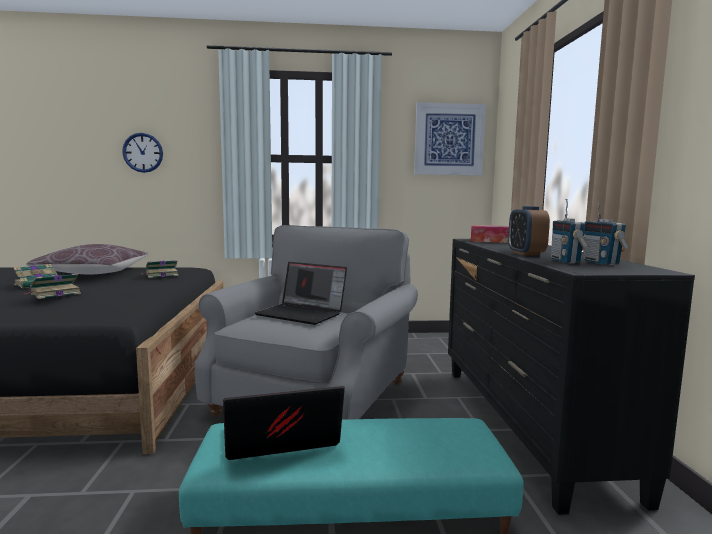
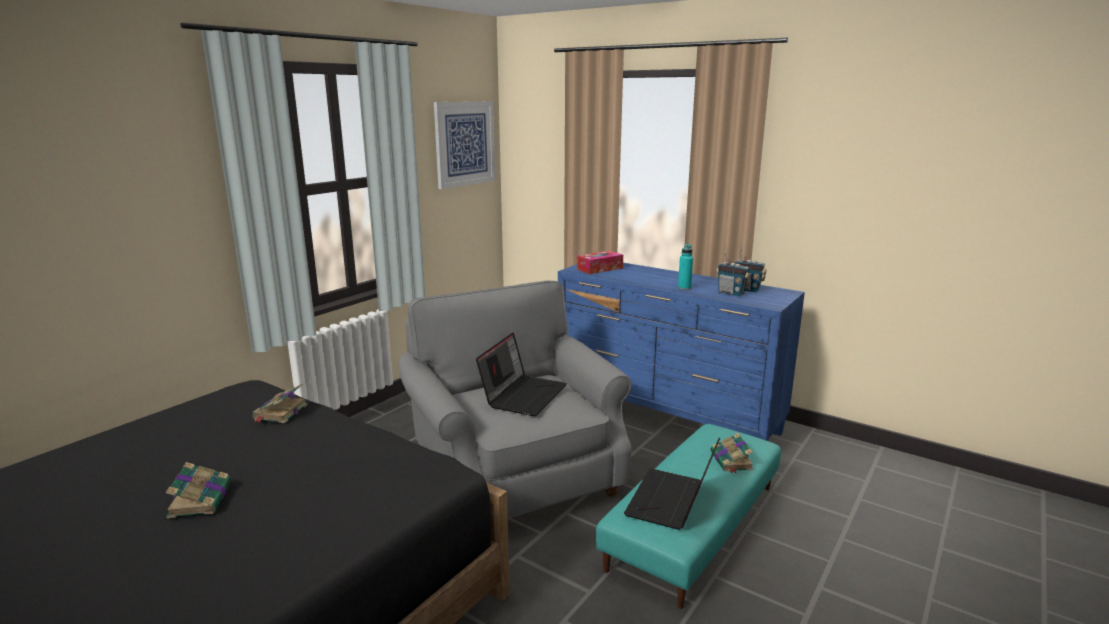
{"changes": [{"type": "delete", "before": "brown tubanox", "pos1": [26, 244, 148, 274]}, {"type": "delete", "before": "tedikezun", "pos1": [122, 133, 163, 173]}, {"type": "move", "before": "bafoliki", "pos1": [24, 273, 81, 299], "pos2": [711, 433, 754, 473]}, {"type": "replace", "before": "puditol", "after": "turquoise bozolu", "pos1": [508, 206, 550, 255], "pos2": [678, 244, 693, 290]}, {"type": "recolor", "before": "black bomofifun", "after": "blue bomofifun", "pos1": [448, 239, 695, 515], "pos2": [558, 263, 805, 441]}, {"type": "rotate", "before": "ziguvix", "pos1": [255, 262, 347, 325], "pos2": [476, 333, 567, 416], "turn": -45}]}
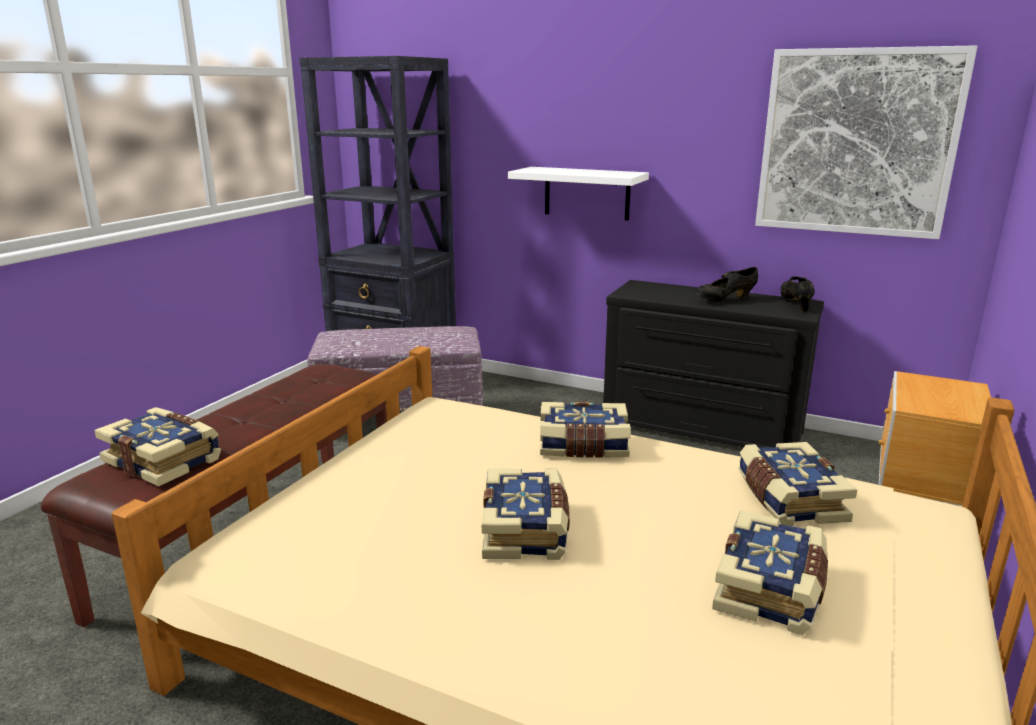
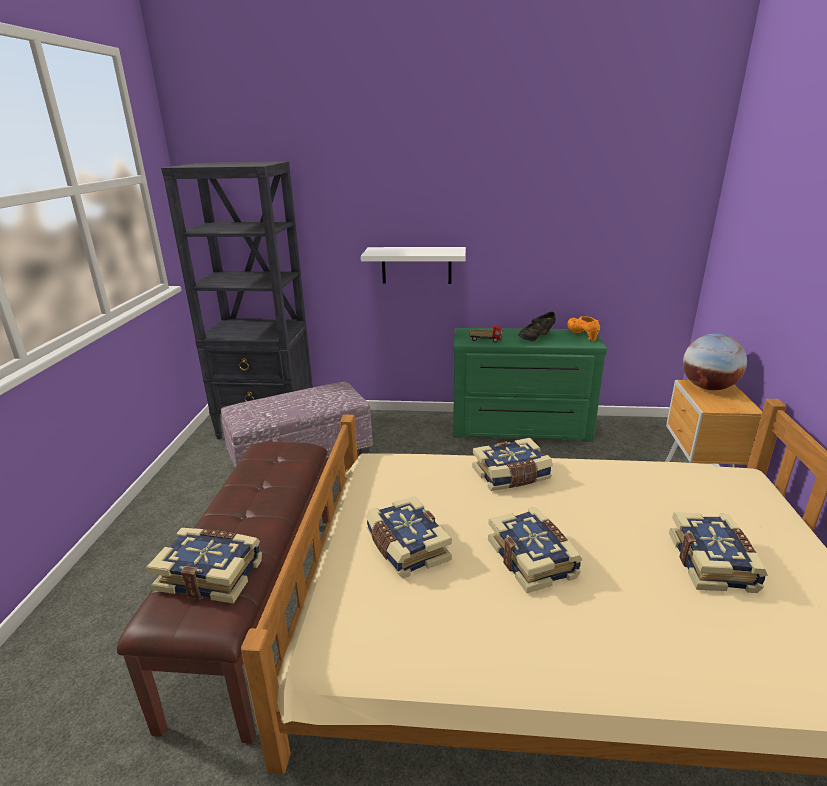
{"changes": [{"type": "delete", "before": "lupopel", "pos1": [755, 45, 978, 239]}, {"type": "insert", "after": "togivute", "pos2": [469, 325, 503, 343]}, {"type": "insert", "after": "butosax", "pos2": [683, 333, 747, 390]}, {"type": "move", "before": "bafoliki", "pos1": [738, 442, 857, 526], "pos2": [366, 496, 452, 579]}, {"type": "recolor", "before": "black bomofifun", "after": "green bomofifun", "pos1": [603, 280, 824, 447], "pos2": [453, 328, 607, 442]}, {"type": "recolor", "before": "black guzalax", "after": "orange guzalax", "pos1": [781, 276, 815, 312], "pos2": [567, 316, 600, 341]}]}
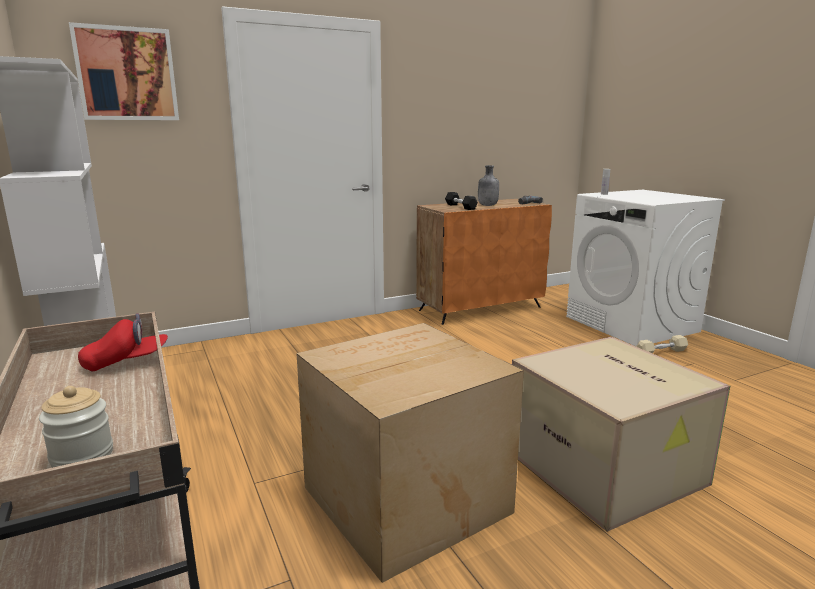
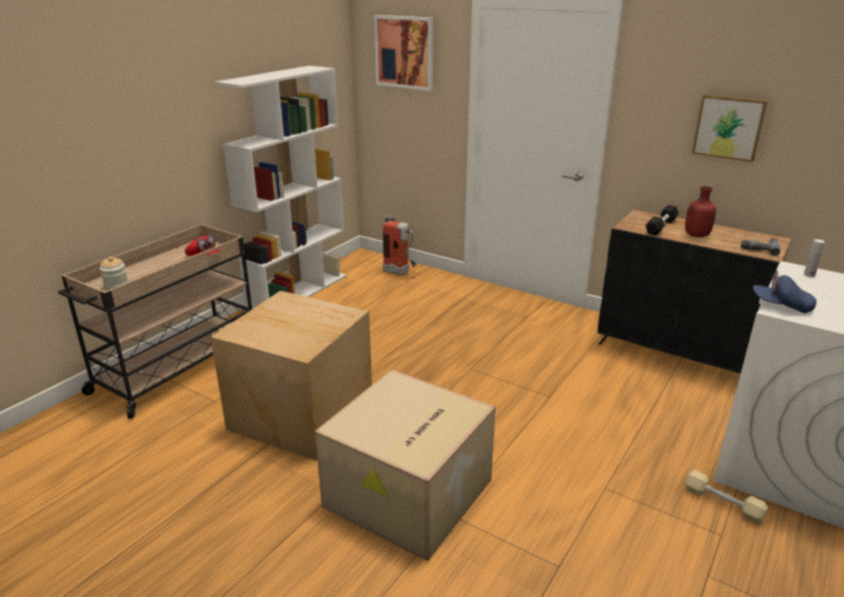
{"changes": [{"type": "insert", "after": "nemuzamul", "pos2": [383, 216, 417, 275]}, {"type": "insert", "after": "lupopel", "pos2": [692, 95, 768, 162]}, {"type": "insert", "after": "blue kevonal", "pos2": [753, 270, 817, 313]}, {"type": "recolor", "before": "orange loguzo", "after": "black loguzo", "pos1": [416, 199, 552, 325], "pos2": [597, 210, 791, 374]}, {"type": "recolor", "before": "grey bozolu", "after": "red bozolu", "pos1": [478, 165, 499, 206], "pos2": [685, 186, 716, 237]}]}
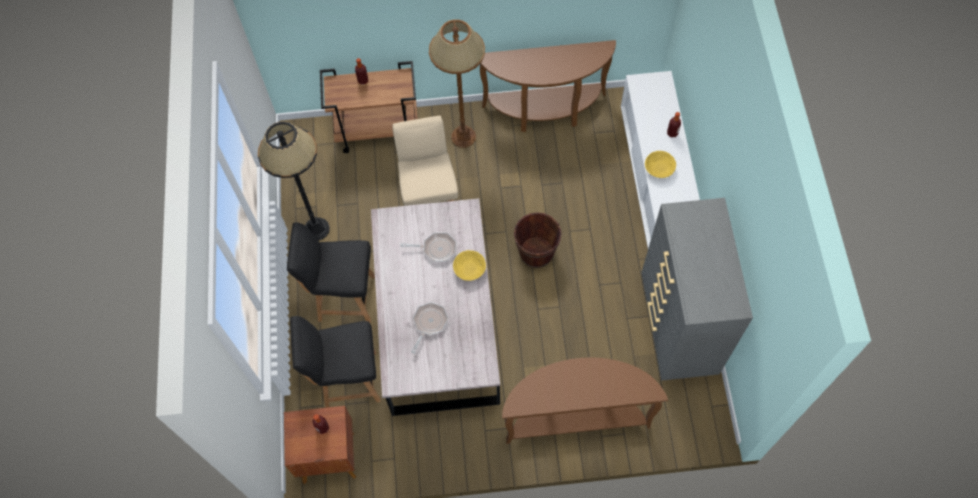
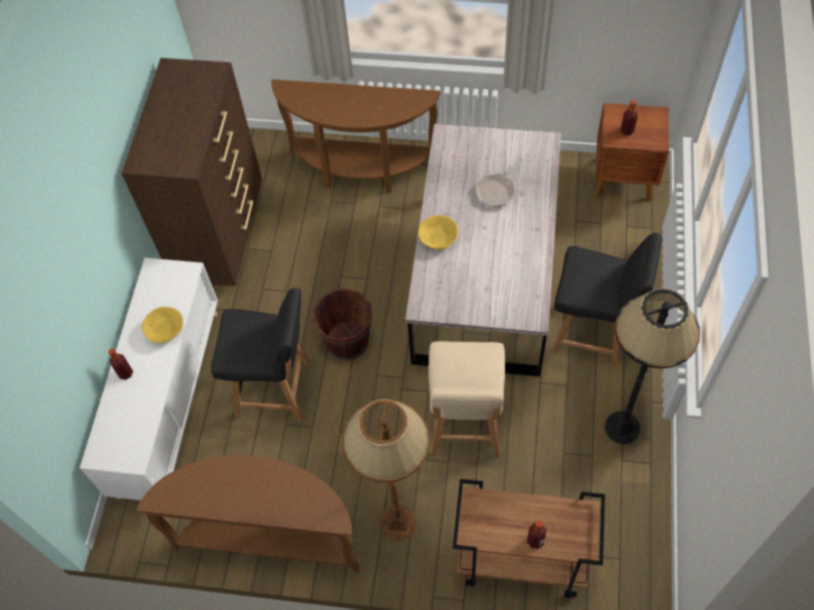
{"changes": [{"type": "delete", "before": "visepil", "pos1": [400, 232, 456, 262]}, {"type": "move", "before": "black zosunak", "pos1": [290, 316, 381, 408], "pos2": [211, 288, 311, 421]}, {"type": "recolor", "before": "grey bomofifun", "after": "brown bomofifun", "pos1": [641, 198, 753, 380], "pos2": [121, 58, 262, 286]}]}
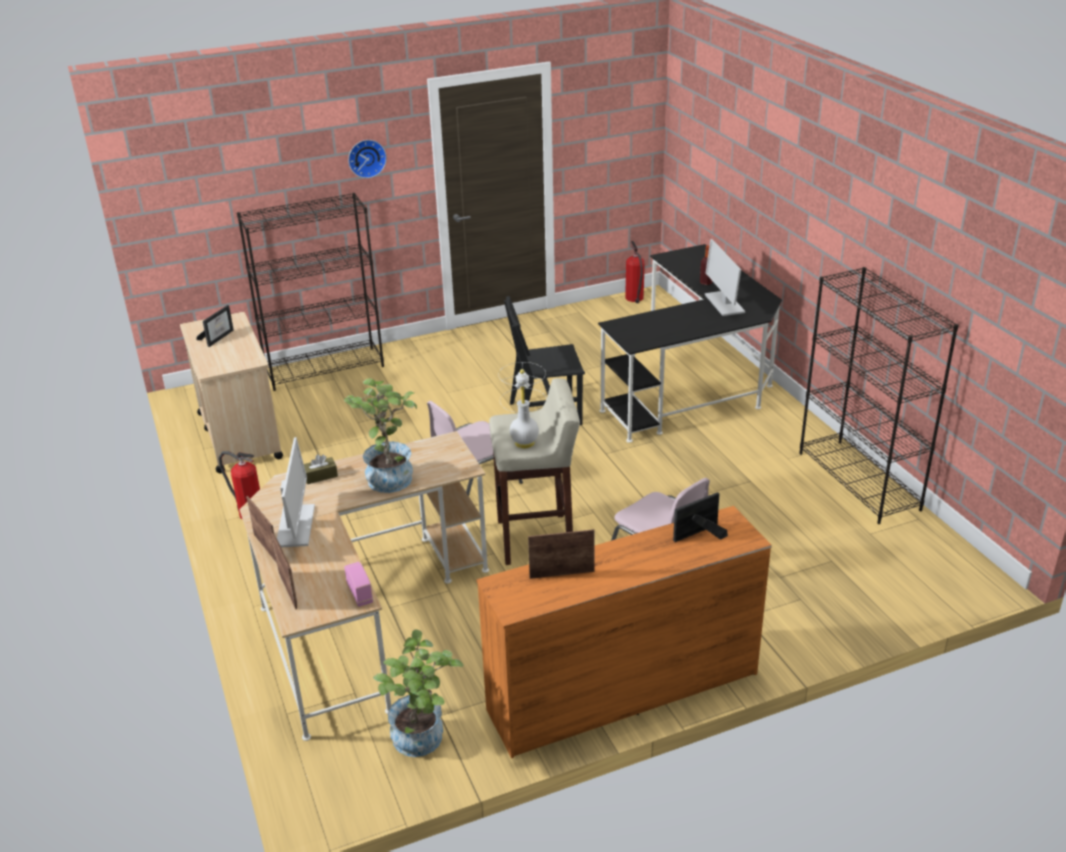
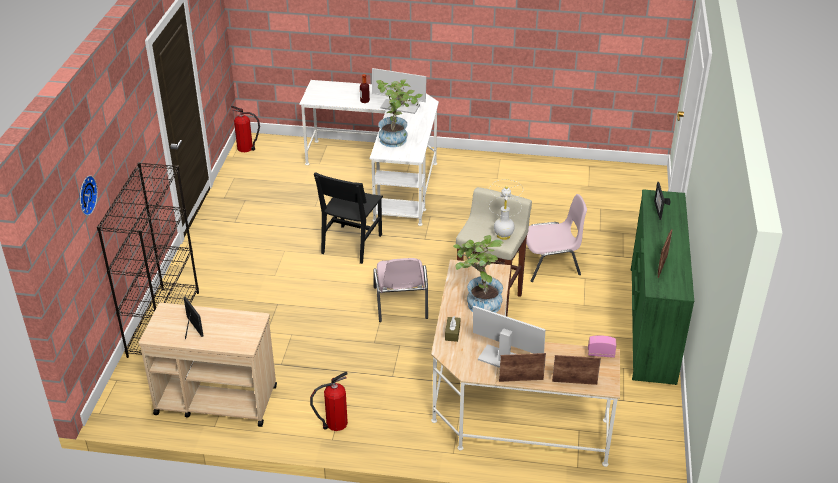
{"changes": [{"type": "delete", "before": "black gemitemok", "pos1": [799, 267, 959, 524]}, {"type": "move", "before": "tedikezun", "pos1": [348, 140, 387, 178], "pos2": [80, 176, 98, 216]}, {"type": "move", "before": "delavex", "pos1": [373, 629, 463, 757], "pos2": [376, 79, 423, 147]}, {"type": "recolor", "before": "orange bomofifun", "after": "green bomofifun", "pos1": [476, 506, 772, 758], "pos2": [631, 189, 694, 385]}, {"type": "recolor", "before": "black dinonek", "after": "white dinonek", "pos1": [598, 244, 782, 443], "pos2": [300, 80, 439, 226]}]}
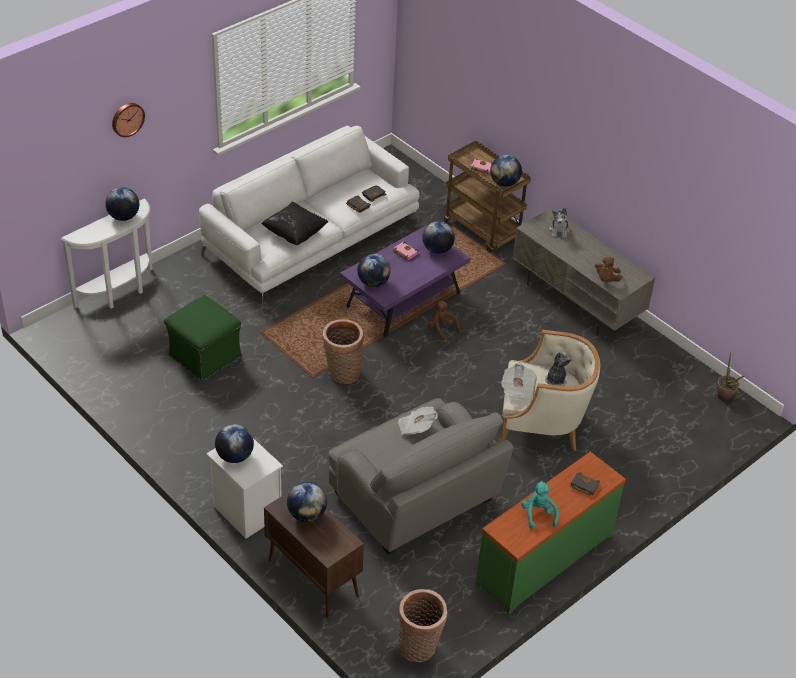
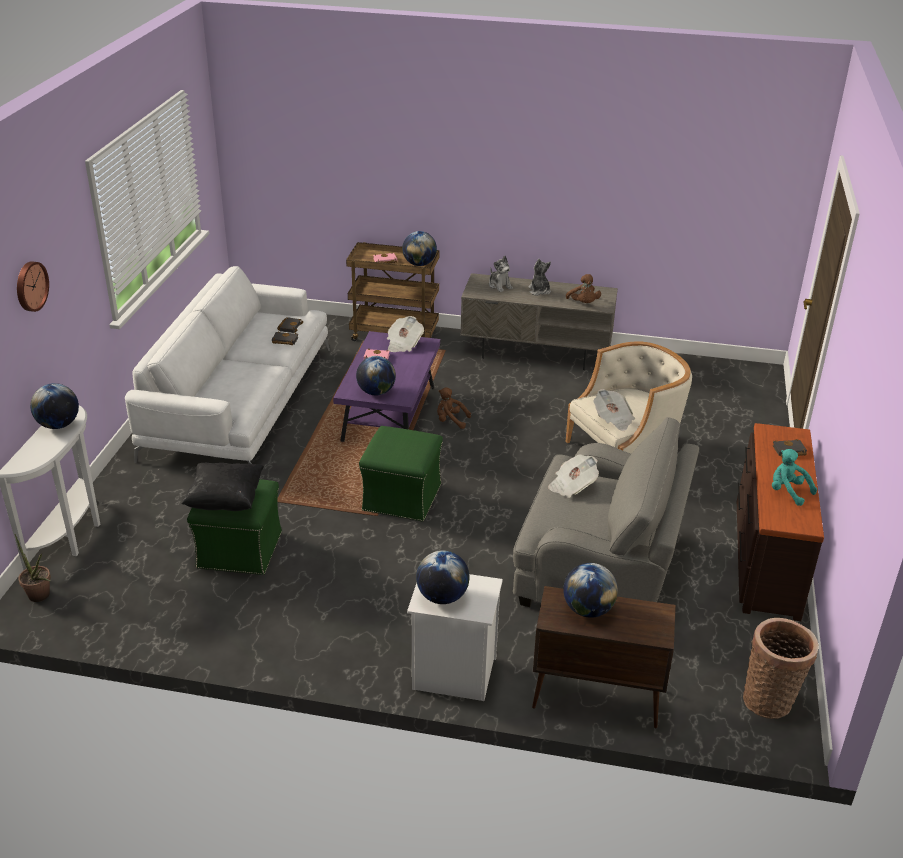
{"changes": [{"type": "move", "before": "black tubanox", "pos1": [261, 202, 328, 246], "pos2": [182, 463, 264, 511]}, {"type": "move", "before": "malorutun", "pos1": [545, 352, 572, 386], "pos2": [529, 259, 551, 296]}, {"type": "move", "before": "delavex", "pos1": [717, 353, 744, 402], "pos2": [15, 534, 51, 602]}, {"type": "replace", "before": "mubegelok", "after": "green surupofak", "pos1": [322, 319, 364, 384], "pos2": [359, 426, 443, 522]}, {"type": "replace", "before": "butosax", "after": "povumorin", "pos1": [423, 221, 455, 254], "pos2": [387, 316, 424, 352]}, {"type": "recolor", "before": "green bomofifun", "after": "brown bomofifun", "pos1": [475, 451, 626, 614], "pos2": [737, 423, 824, 621]}]}
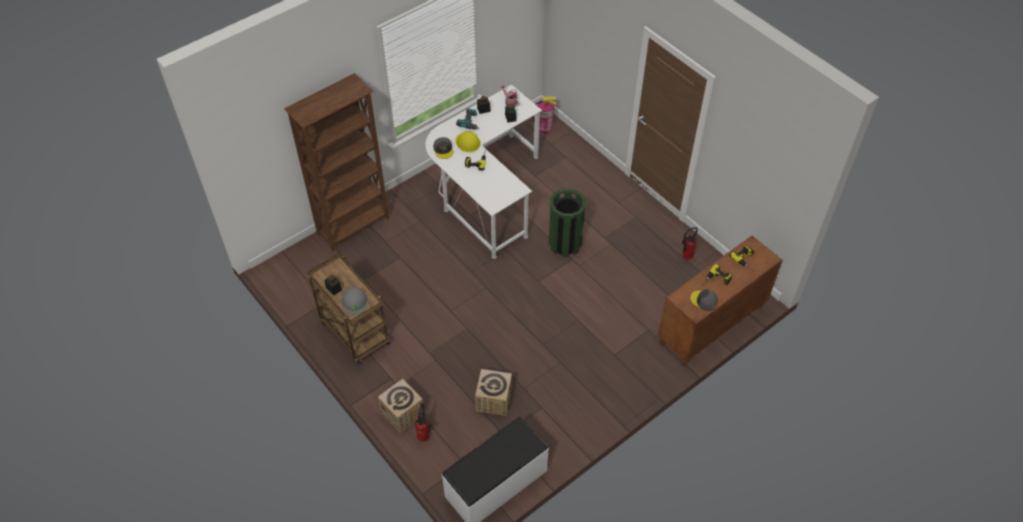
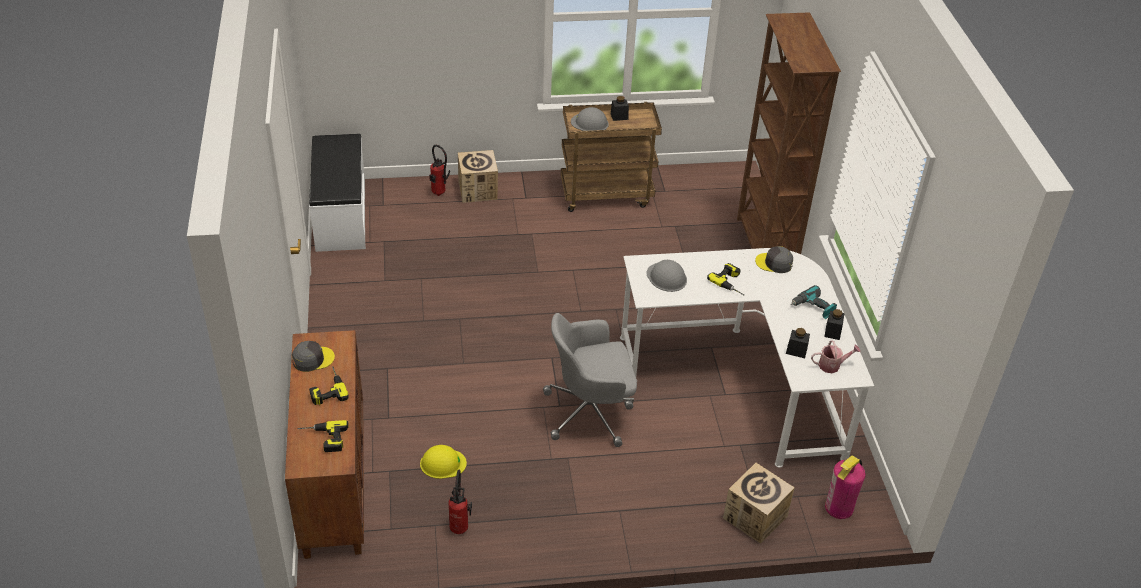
{"changes": [{"type": "insert", "after": "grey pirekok", "pos2": [646, 260, 687, 292]}, {"type": "move", "before": "yellow pirekok", "pos1": [455, 131, 481, 152], "pos2": [420, 445, 467, 479]}, {"type": "move", "before": "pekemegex", "pos1": [475, 369, 512, 416], "pos2": [723, 463, 795, 544]}, {"type": "replace", "before": "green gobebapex", "after": "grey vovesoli", "pos1": [549, 189, 586, 257], "pos2": [543, 313, 637, 447]}]}
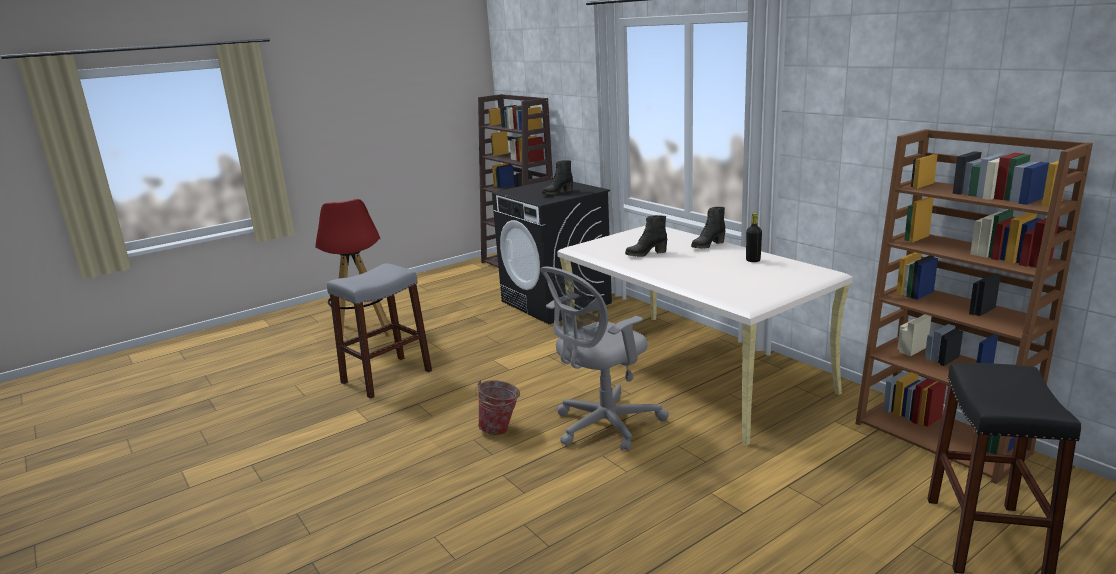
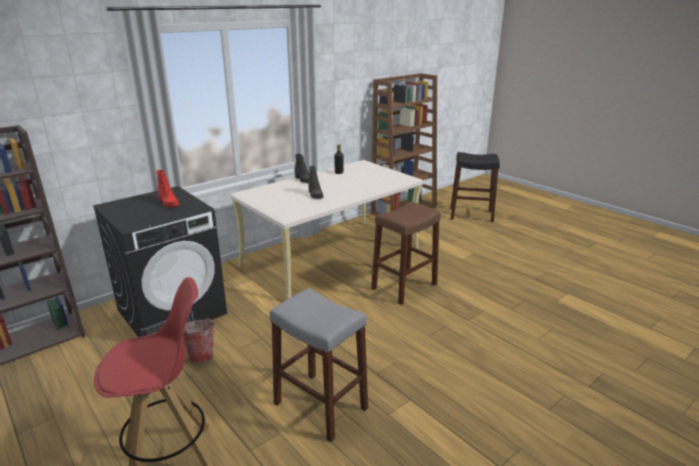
{"changes": [{"type": "move", "before": "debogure", "pos1": [475, 380, 520, 435], "pos2": [183, 317, 217, 363]}, {"type": "replace", "before": "grey vovesoli", "after": "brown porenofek", "pos1": [540, 266, 669, 452], "pos2": [371, 202, 441, 305]}, {"type": "recolor", "before": "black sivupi", "after": "red sivupi", "pos1": [542, 160, 573, 195], "pos2": [156, 170, 179, 207]}]}
